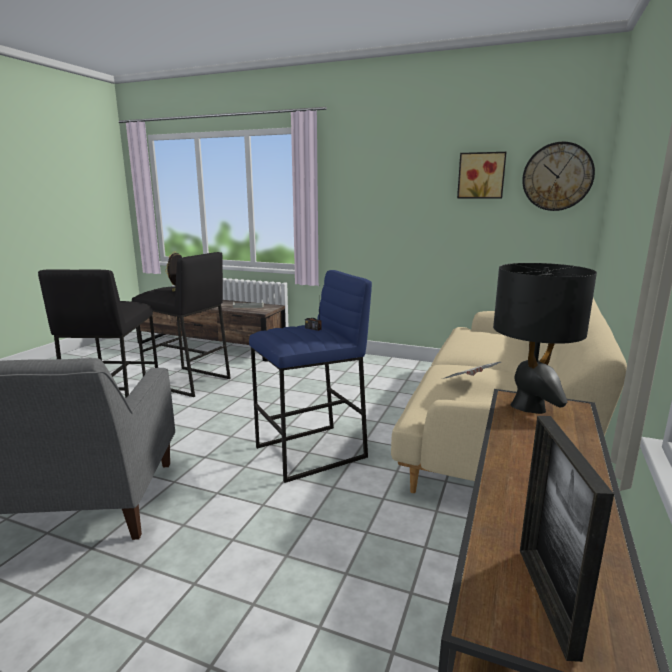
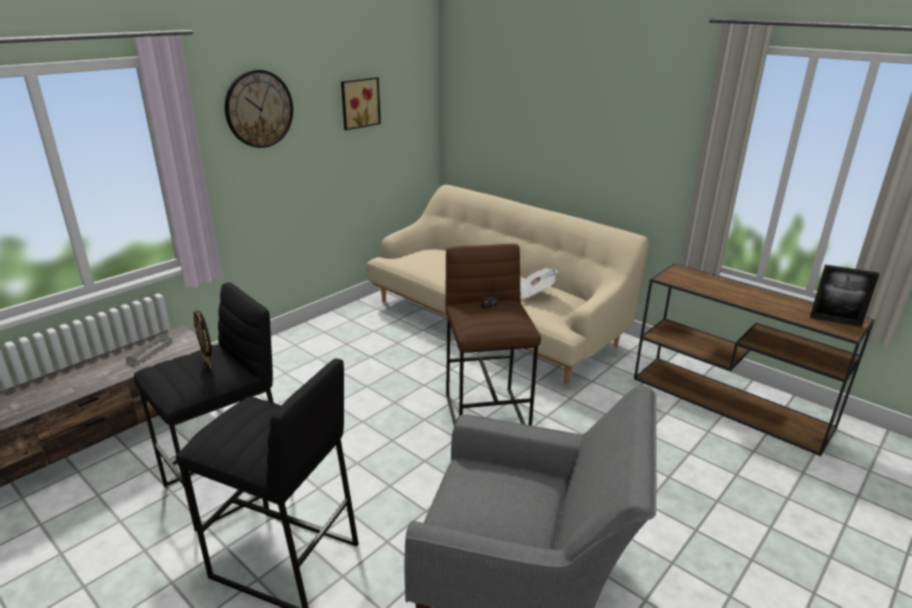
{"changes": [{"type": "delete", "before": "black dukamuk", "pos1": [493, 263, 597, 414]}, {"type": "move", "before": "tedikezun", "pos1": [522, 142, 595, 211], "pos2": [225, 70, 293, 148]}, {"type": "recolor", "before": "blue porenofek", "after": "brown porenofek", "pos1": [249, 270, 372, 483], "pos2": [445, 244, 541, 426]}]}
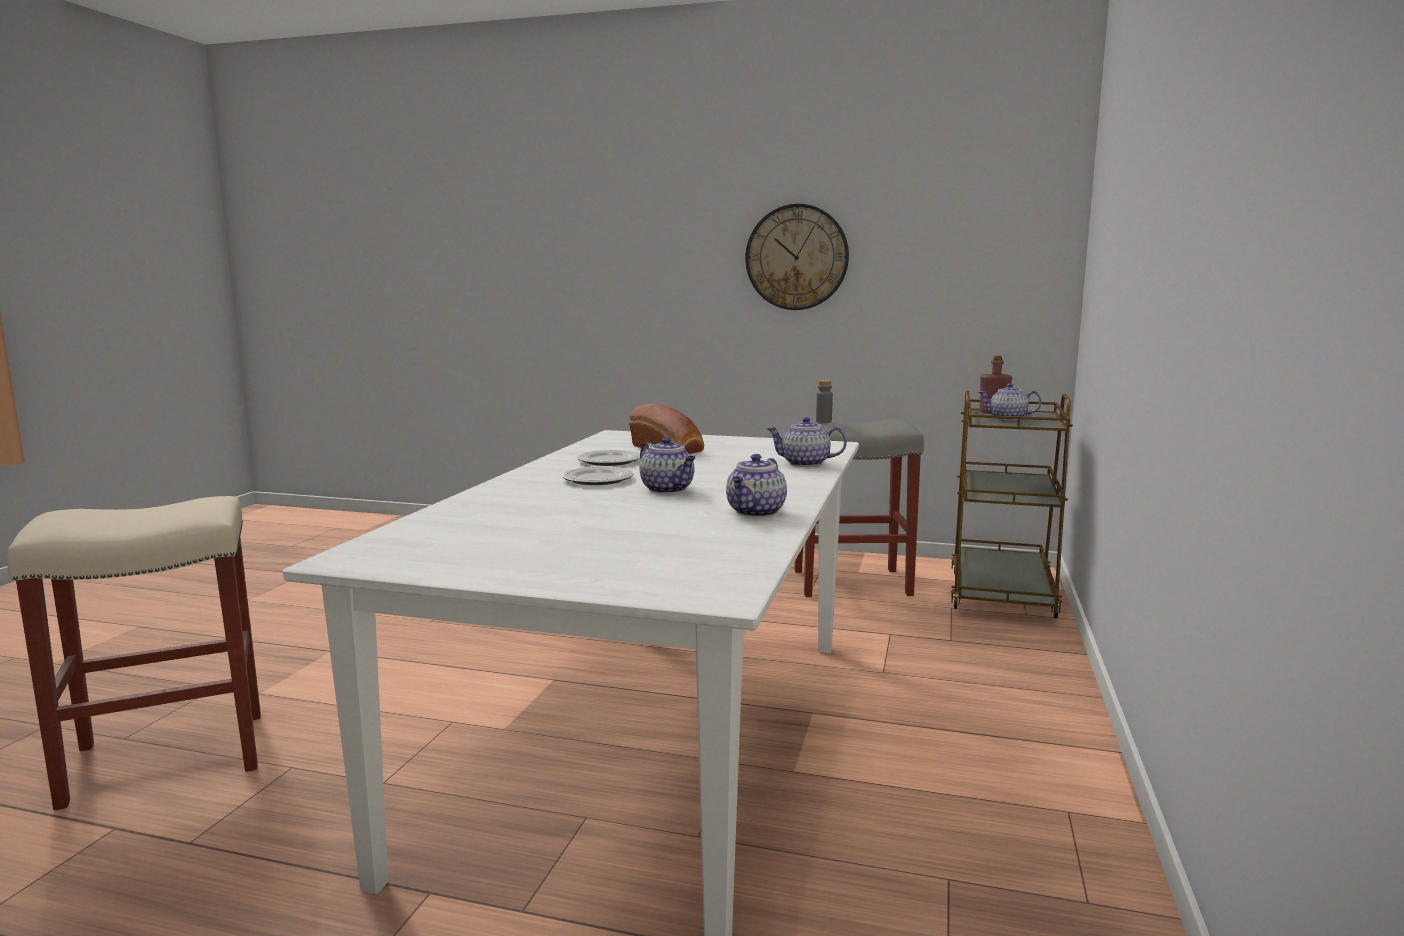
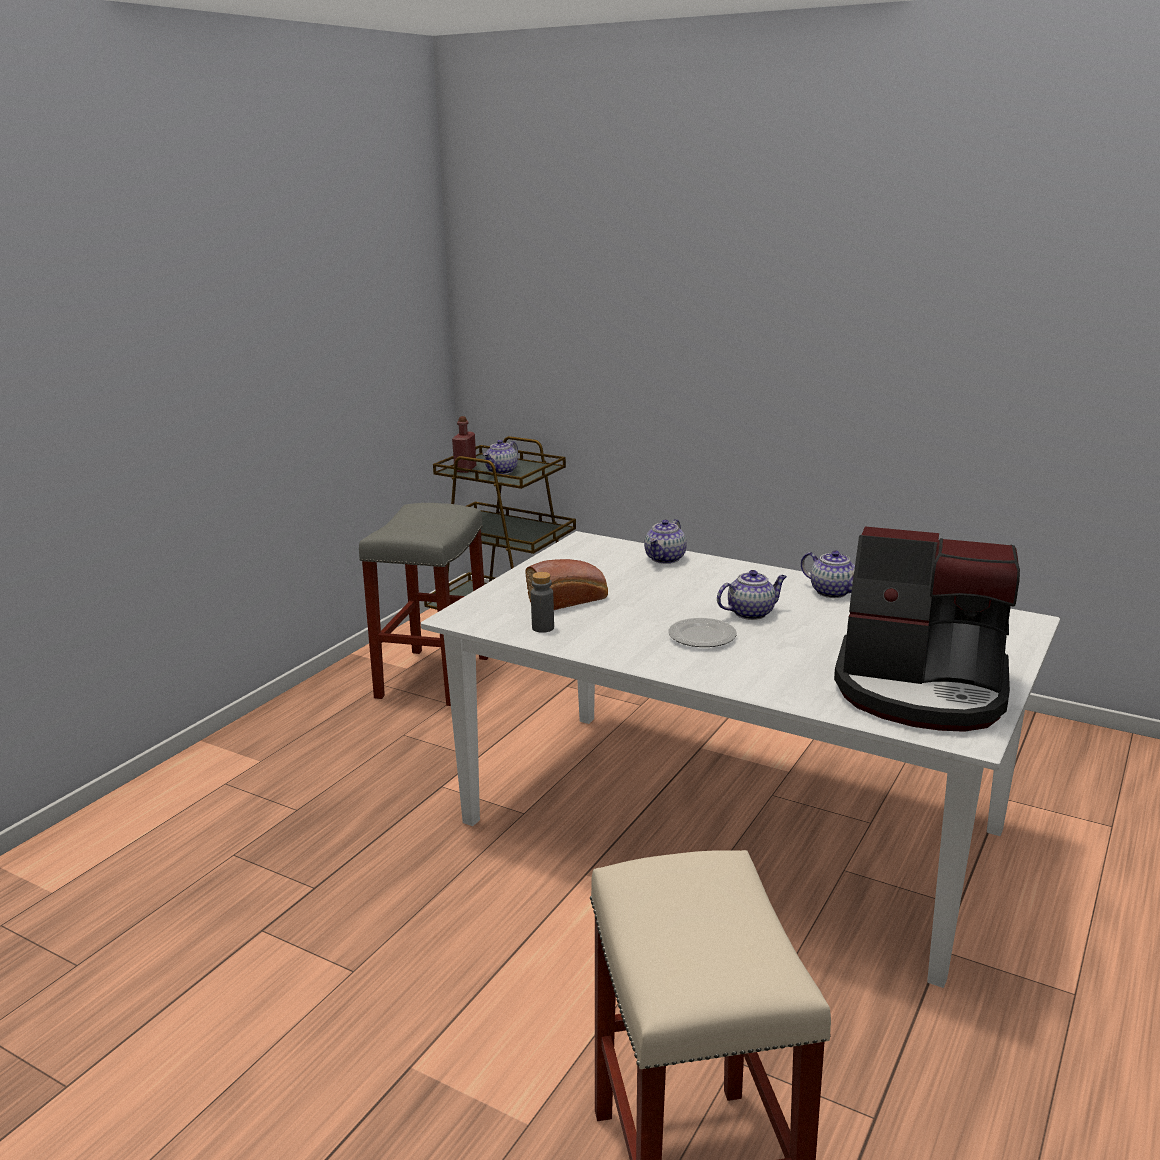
{"changes": [{"type": "delete", "before": "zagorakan", "pos1": [577, 450, 640, 466]}, {"type": "delete", "before": "tedikezun", "pos1": [745, 204, 849, 310]}, {"type": "insert", "after": "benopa", "pos2": [834, 527, 1020, 732]}, {"type": "move", "before": "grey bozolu", "pos1": [816, 380, 833, 423], "pos2": [531, 572, 554, 633]}]}
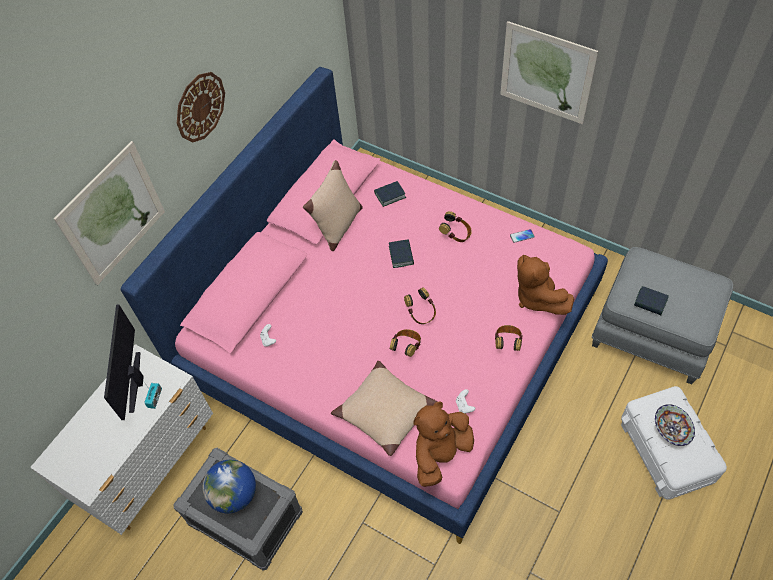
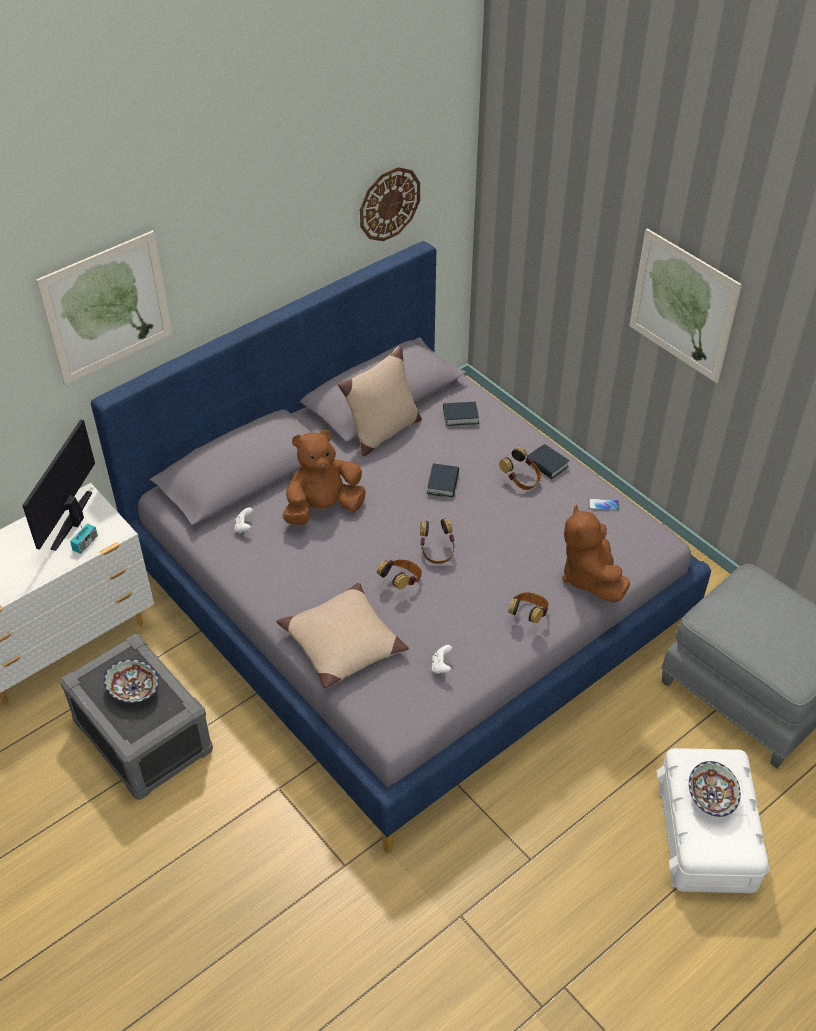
{"changes": [{"type": "move", "before": "tedikezun", "pos1": [177, 72, 225, 143], "pos2": [360, 167, 420, 241]}, {"type": "move", "before": "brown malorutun", "pos1": [414, 402, 474, 487], "pos2": [282, 429, 366, 525]}, {"type": "move", "before": "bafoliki", "pos1": [634, 286, 669, 315], "pos2": [526, 444, 569, 479]}, {"type": "replace", "before": "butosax", "after": "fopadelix", "pos1": [202, 460, 256, 513], "pos2": [104, 660, 159, 703]}, {"type": "recolor", "before": "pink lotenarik", "after": "grey lotenarik", "pos1": [121, 67, 608, 544], "pos2": [91, 241, 711, 853]}]}
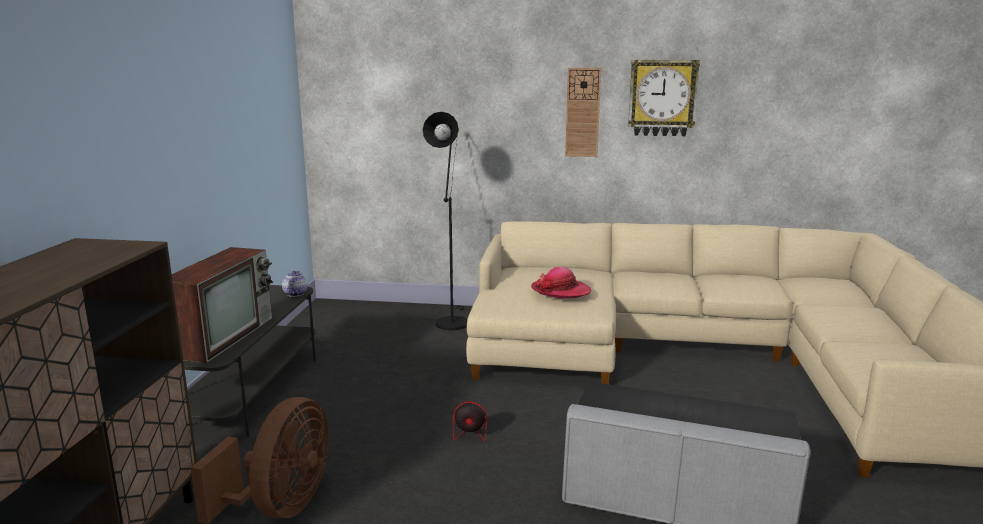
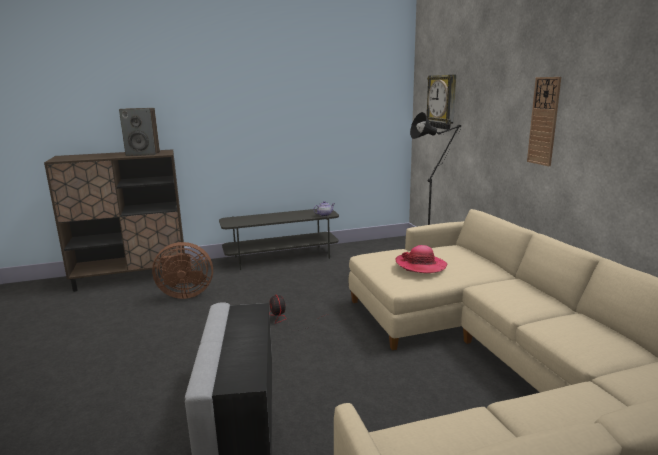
{"changes": [{"type": "delete", "before": "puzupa", "pos1": [172, 247, 273, 363]}, {"type": "insert", "after": "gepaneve", "pos2": [119, 108, 160, 156]}, {"type": "move", "before": "tedikezun", "pos1": [628, 60, 700, 136], "pos2": [427, 75, 456, 130]}]}
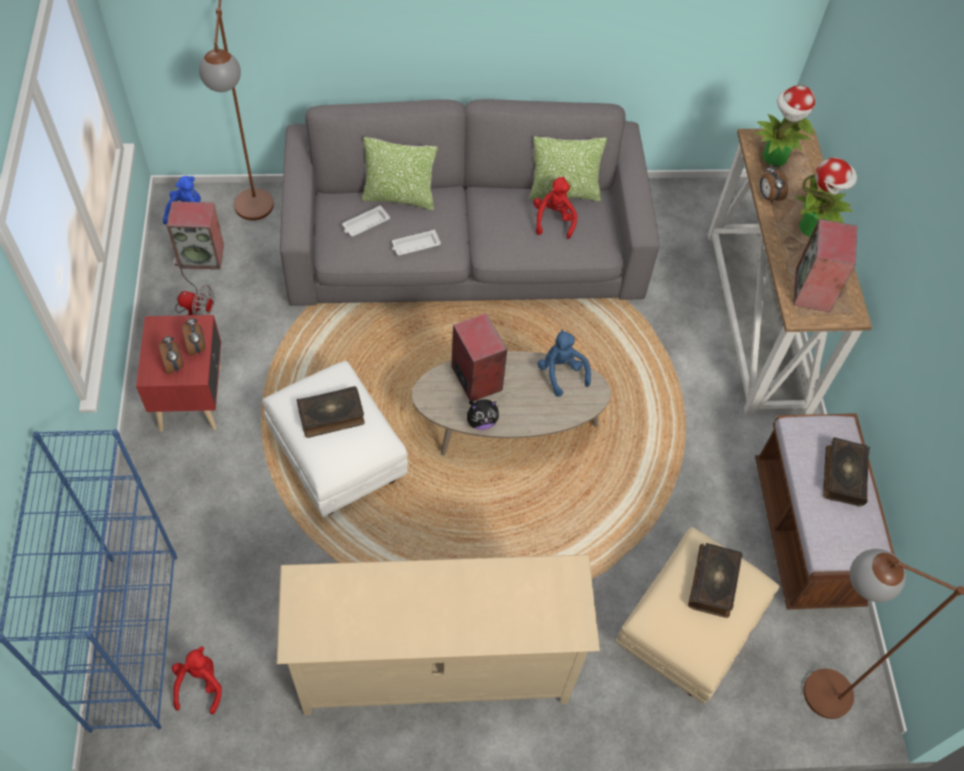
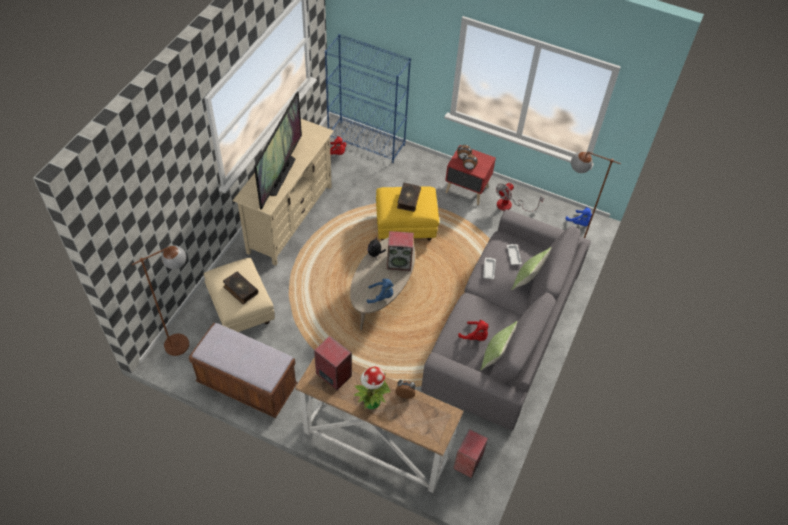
{"changes": [{"type": "delete", "before": "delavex", "pos1": [754, 85, 815, 167]}, {"type": "delete", "before": "bafoliki", "pos1": [823, 437, 870, 506]}, {"type": "insert", "after": "puzupa", "pos2": [254, 91, 302, 210]}, {"type": "move", "before": "gepaneve", "pos1": [167, 201, 224, 269], "pos2": [453, 429, 488, 478]}, {"type": "recolor", "before": "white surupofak", "after": "yellow surupofak", "pos1": [263, 361, 408, 517], "pos2": [376, 186, 439, 240]}]}
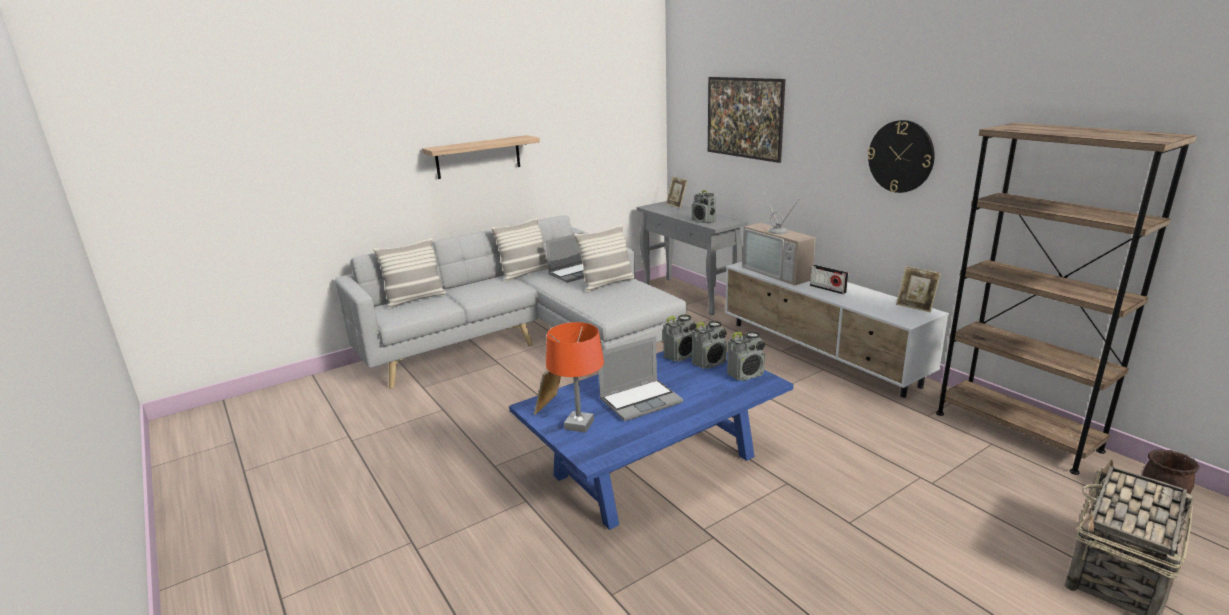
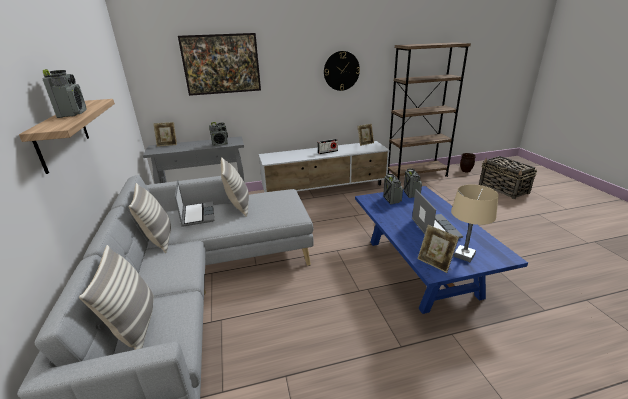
{"changes": [{"type": "delete", "before": "puzupa", "pos1": [742, 191, 816, 285]}, {"type": "move", "before": "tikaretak", "pos1": [663, 314, 696, 362], "pos2": [42, 69, 87, 118]}, {"type": "recolor", "before": "orange dukamuk", "after": "beige dukamuk", "pos1": [546, 322, 604, 433], "pos2": [451, 184, 499, 262]}]}
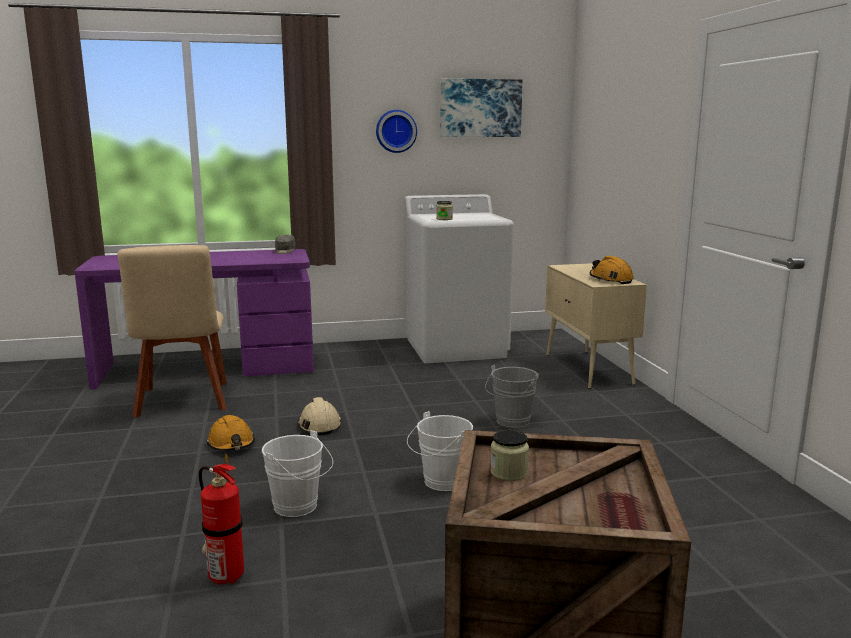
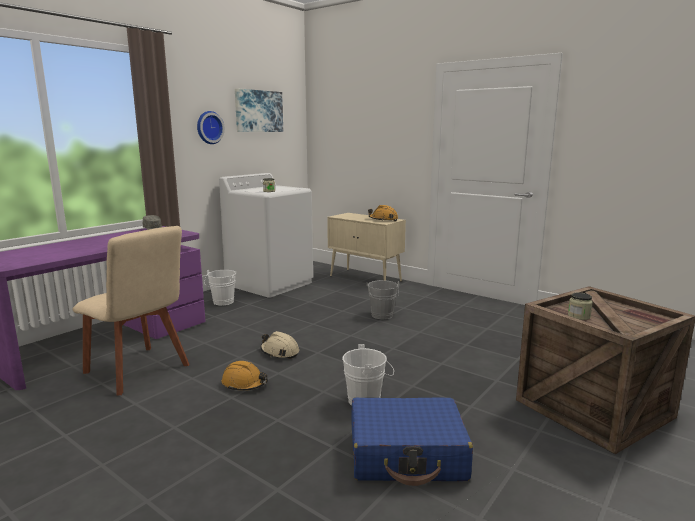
{"changes": [{"type": "move", "before": "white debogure", "pos1": [407, 411, 473, 491], "pos2": [204, 270, 236, 306]}, {"type": "replace", "before": "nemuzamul", "after": "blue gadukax", "pos1": [199, 453, 244, 585], "pos2": [351, 398, 473, 486]}]}
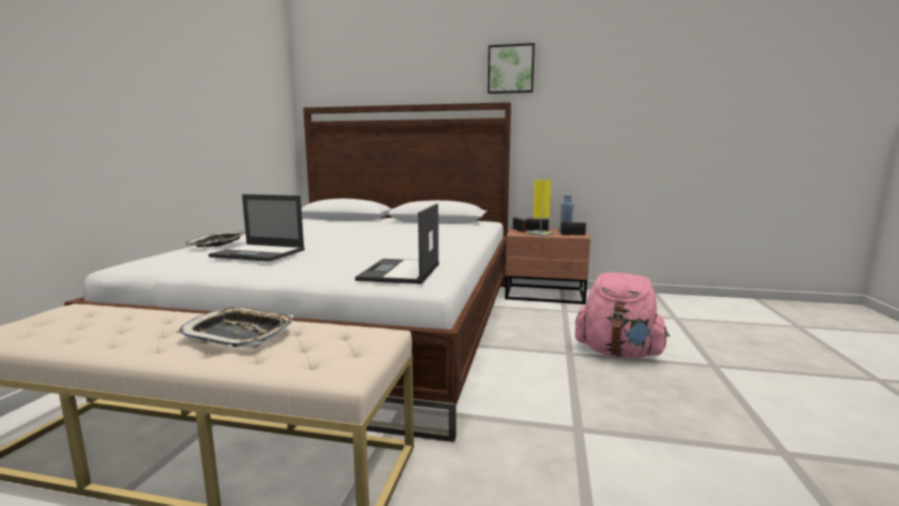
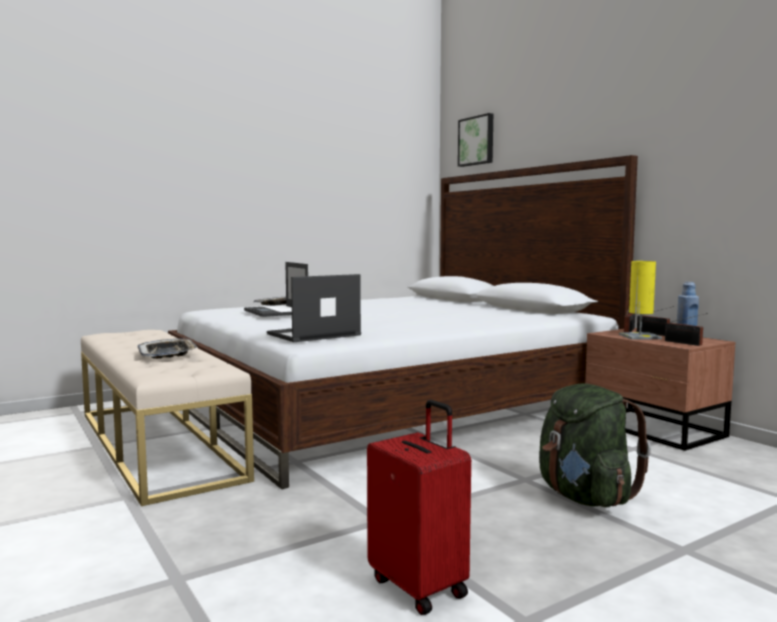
{"changes": [{"type": "insert", "after": "red gadukax", "pos2": [367, 400, 471, 615]}, {"type": "move", "before": "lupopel", "pos1": [488, 43, 535, 94], "pos2": [458, 113, 493, 167]}, {"type": "recolor", "before": "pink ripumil", "after": "green ripumil", "pos1": [575, 272, 670, 358], "pos2": [539, 383, 651, 507]}]}
